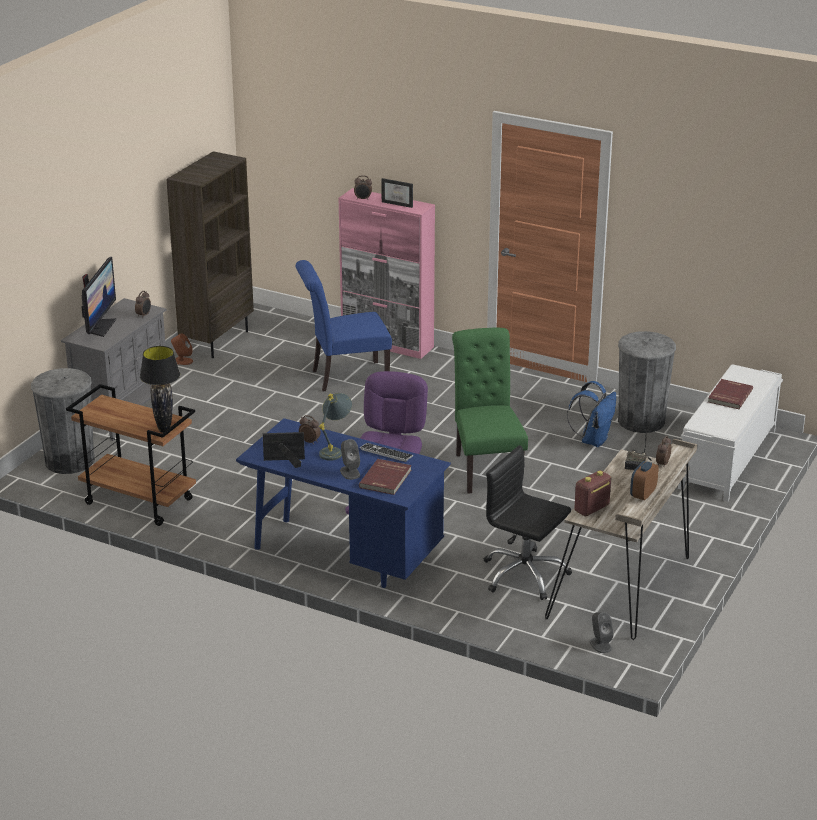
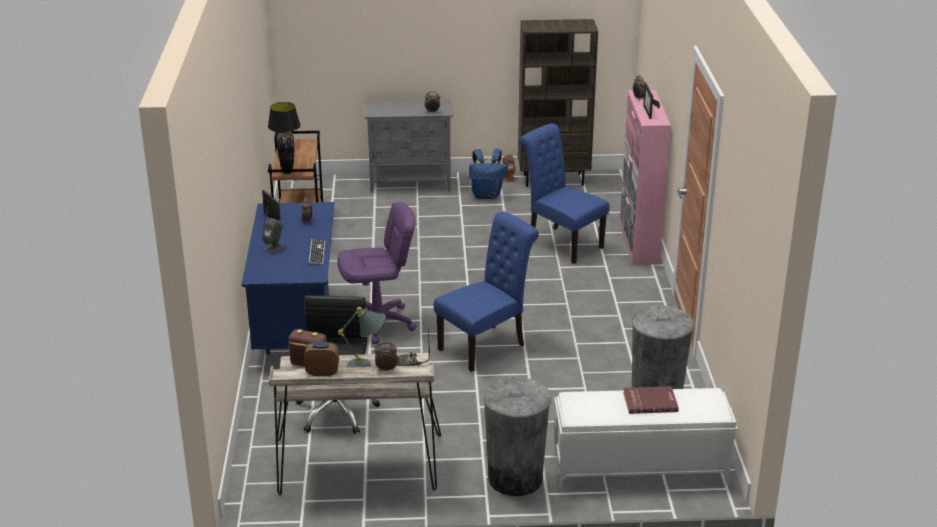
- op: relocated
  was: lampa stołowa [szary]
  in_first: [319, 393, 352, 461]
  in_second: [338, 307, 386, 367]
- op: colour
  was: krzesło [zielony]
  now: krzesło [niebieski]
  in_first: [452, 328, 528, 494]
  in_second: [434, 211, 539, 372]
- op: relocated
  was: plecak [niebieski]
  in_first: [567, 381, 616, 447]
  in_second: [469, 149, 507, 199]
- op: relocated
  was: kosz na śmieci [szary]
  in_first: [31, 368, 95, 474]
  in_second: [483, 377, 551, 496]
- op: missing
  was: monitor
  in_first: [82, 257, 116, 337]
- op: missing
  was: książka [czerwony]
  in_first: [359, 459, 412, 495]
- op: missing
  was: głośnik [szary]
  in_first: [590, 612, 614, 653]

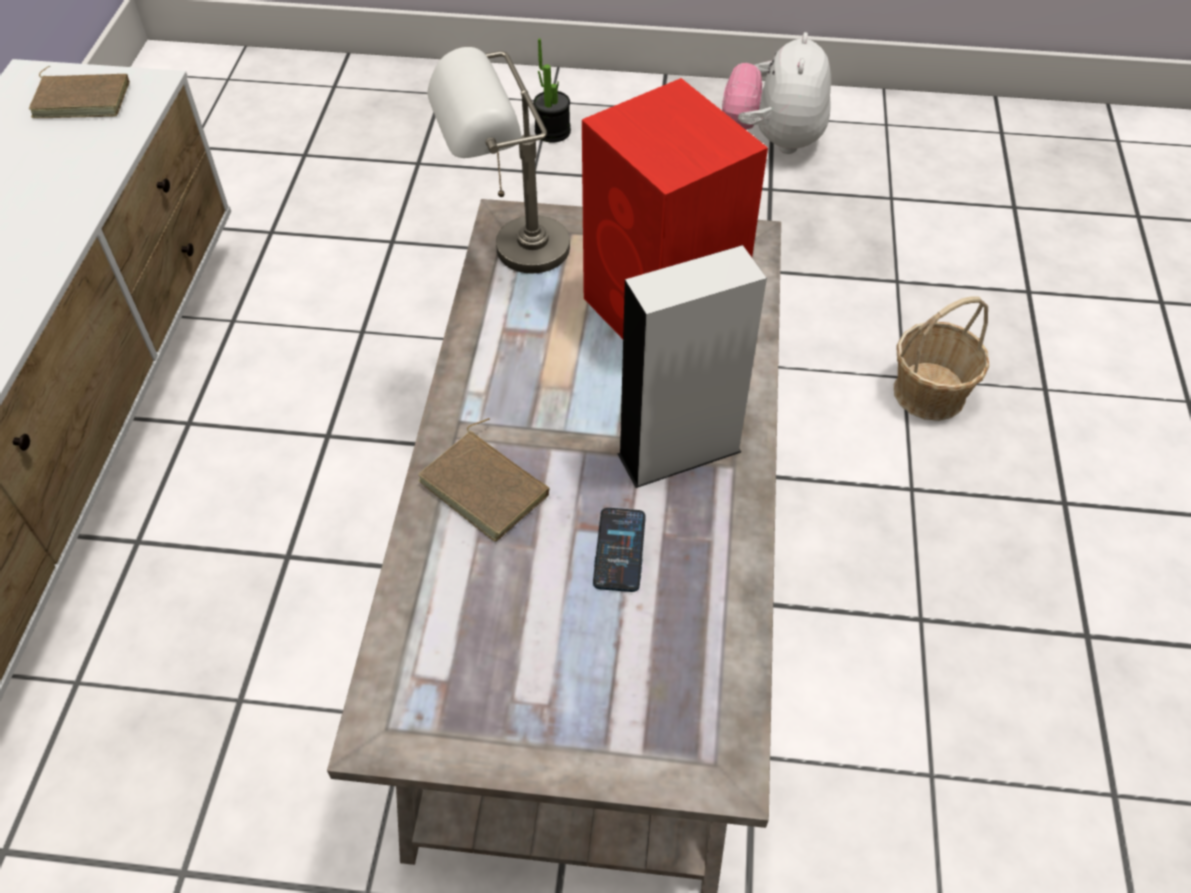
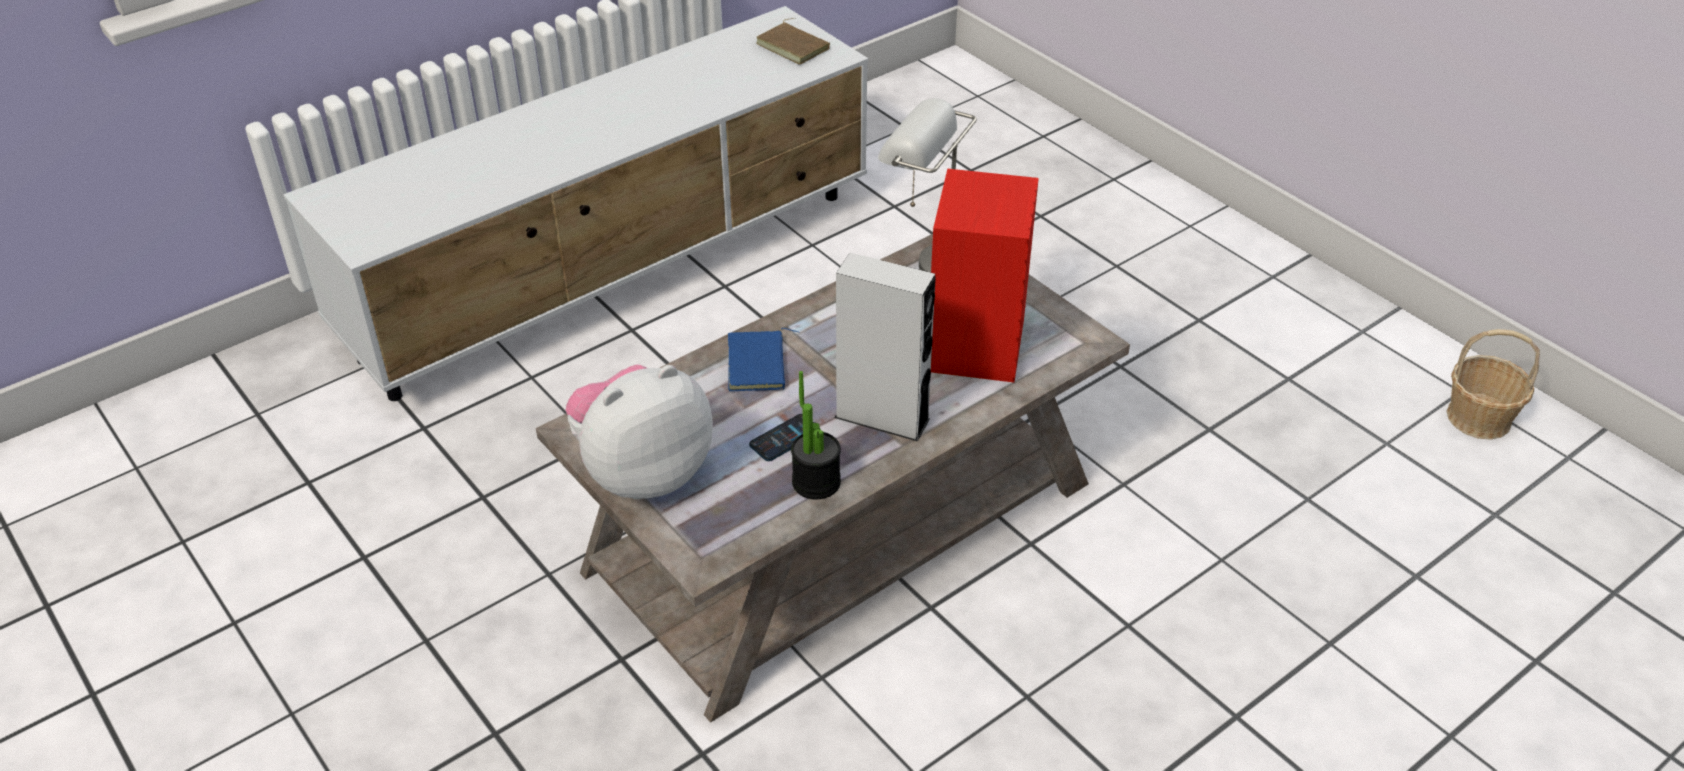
- op: relocated
  was: pluszak
  in_first: [722, 32, 831, 154]
  in_second: [566, 364, 713, 499]
- op: colour
  was: książka [brązowy]
  now: książka [niebieski]
  in_first: [418, 418, 550, 542]
  in_second: [728, 328, 799, 391]
- op: relocated
  was: roślina doniczkowa
  in_first: [533, 38, 571, 143]
  in_second: [791, 371, 841, 499]
- op: relocated
  was: koszyk
  in_first: [894, 297, 989, 421]
  in_second: [1446, 329, 1540, 440]

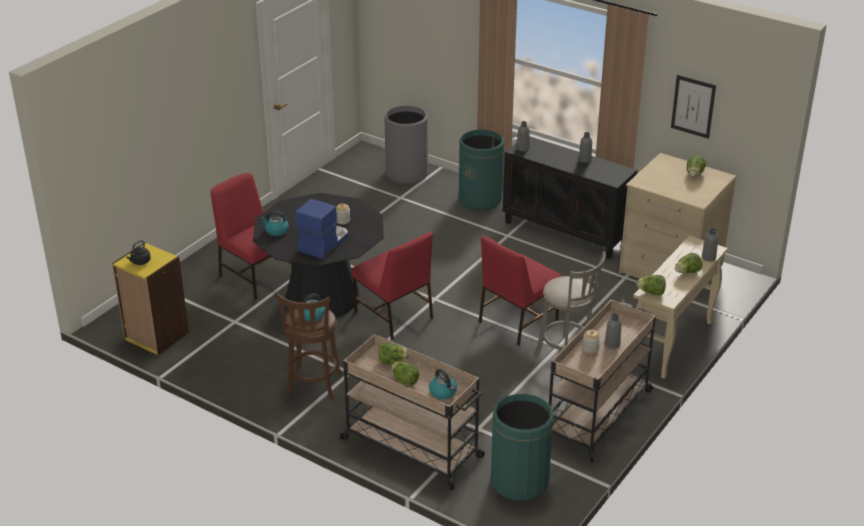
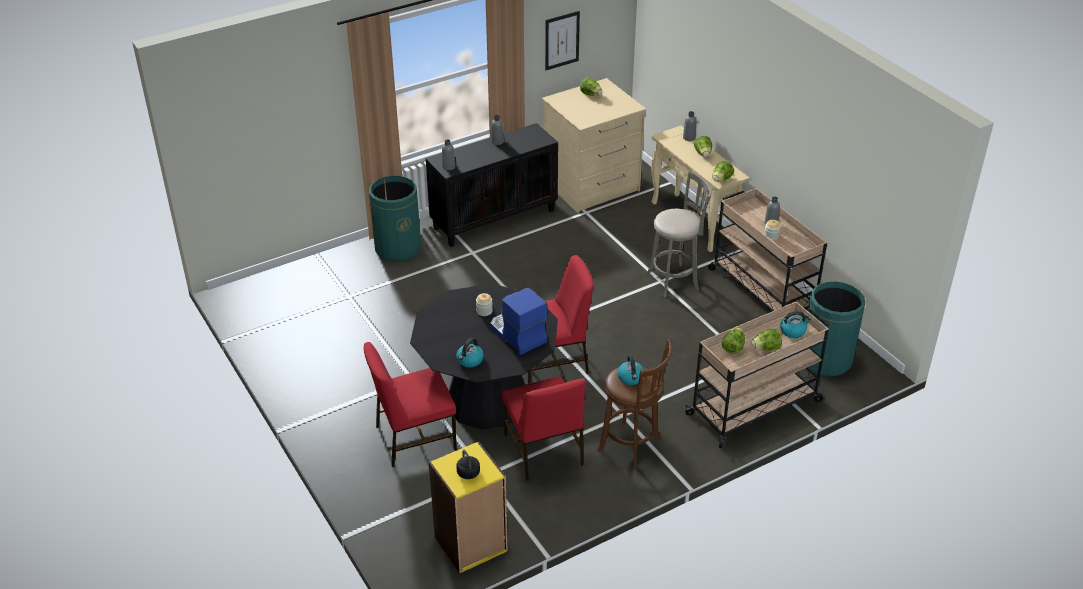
- op: relocated
  was: krzesło [czerwony]
  in_first: [479, 236, 562, 346]
  in_second: [502, 377, 585, 481]
- op: missing
  was: kosz na śmieci [szary]
  in_first: [384, 106, 428, 184]

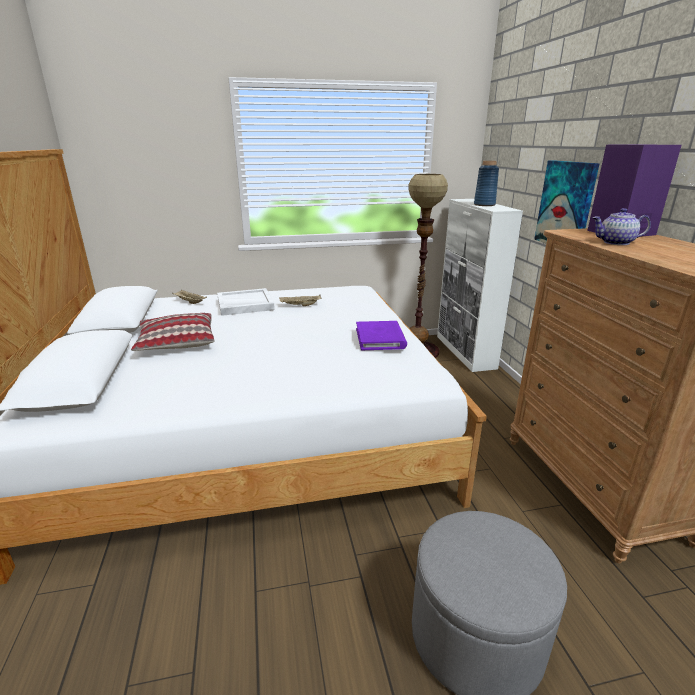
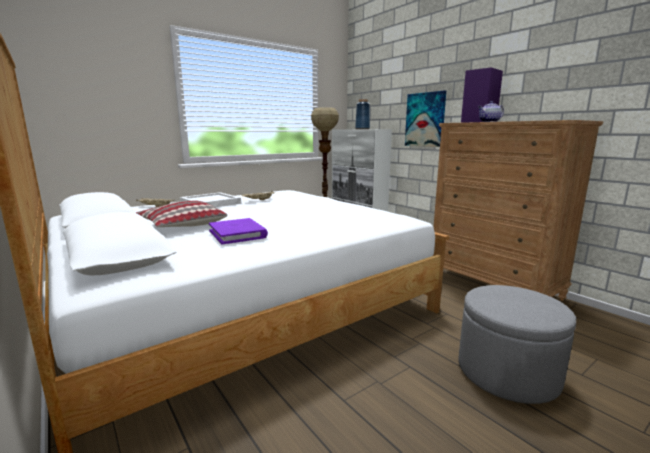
- op: relocated
  was: książka [fioletowy]
  in_first: [356, 321, 407, 350]
  in_second: [209, 218, 268, 244]

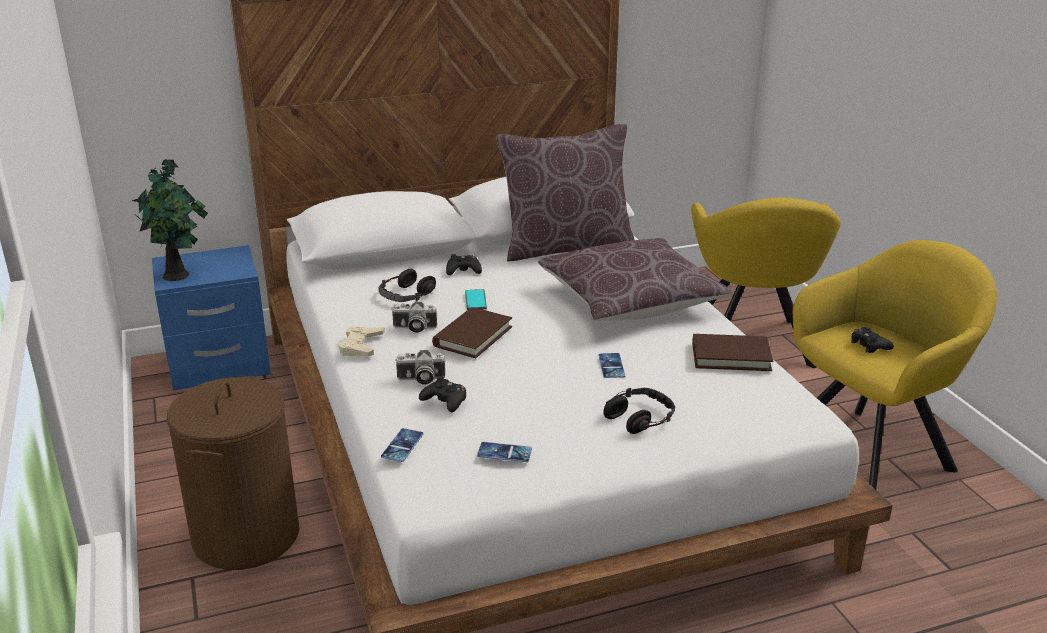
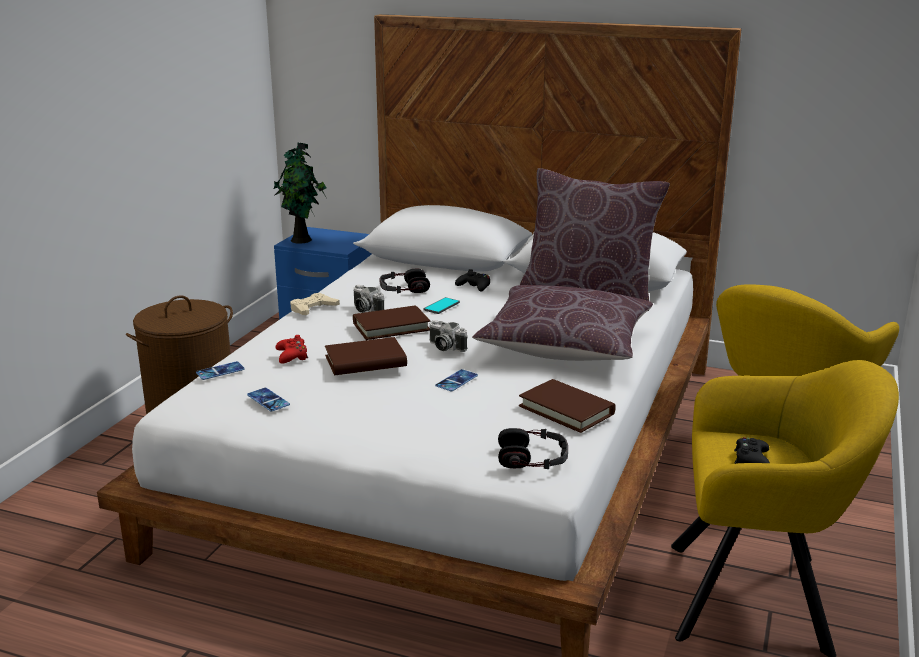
- op: colour
  was: pad do gier [czarny]
  now: pad do gier [czerwony]
  in_first: [419, 376, 466, 412]
  in_second: [275, 335, 308, 364]
- op: appeared
  now: książka [brązowy]
  in_second: [325, 337, 407, 375]
- op: relocated
  was: aparat fotograficzny
  in_first: [395, 350, 445, 385]
  in_second: [430, 320, 467, 352]
- op: relocated
  was: słuchawki
  in_first: [603, 388, 675, 434]
  in_second: [498, 428, 568, 469]

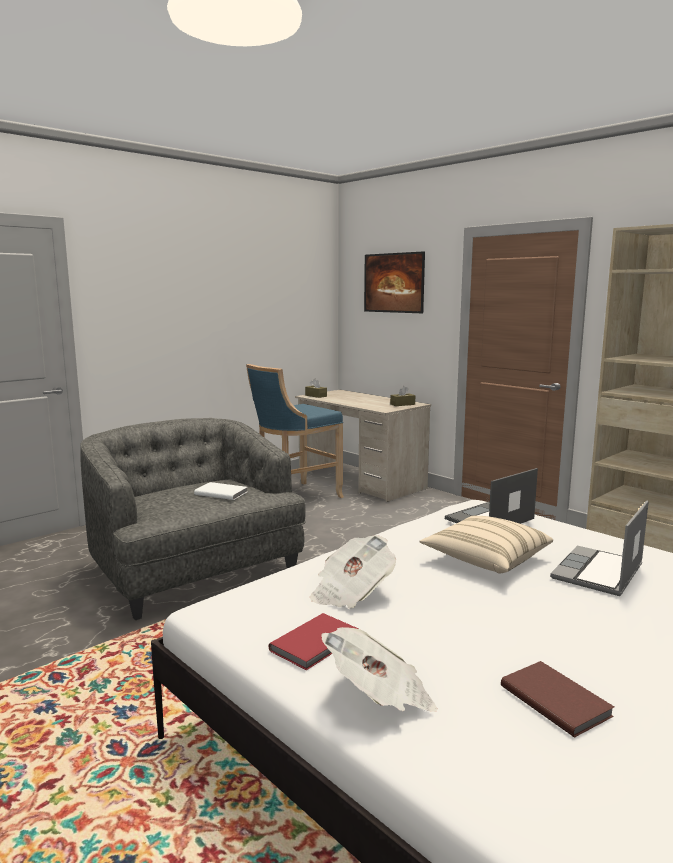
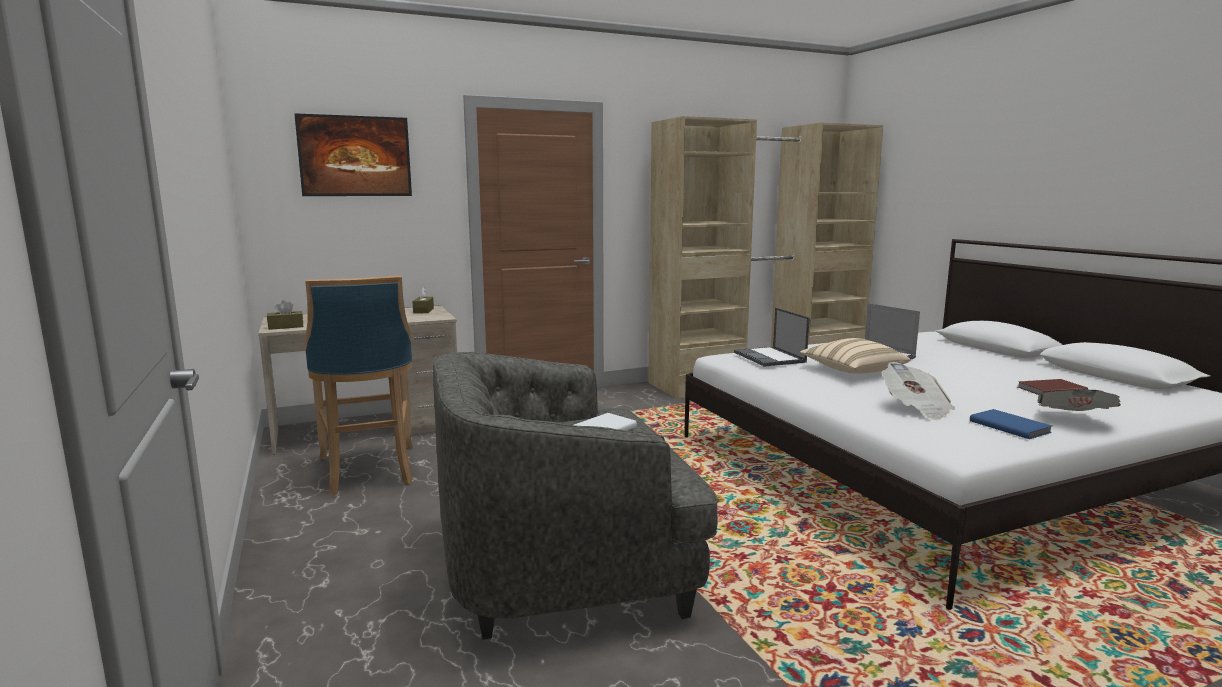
- op: colour
  was: książka [czerwony]
  now: książka [niebieski]
  in_first: [269, 613, 359, 670]
  in_second: [970, 409, 1052, 439]

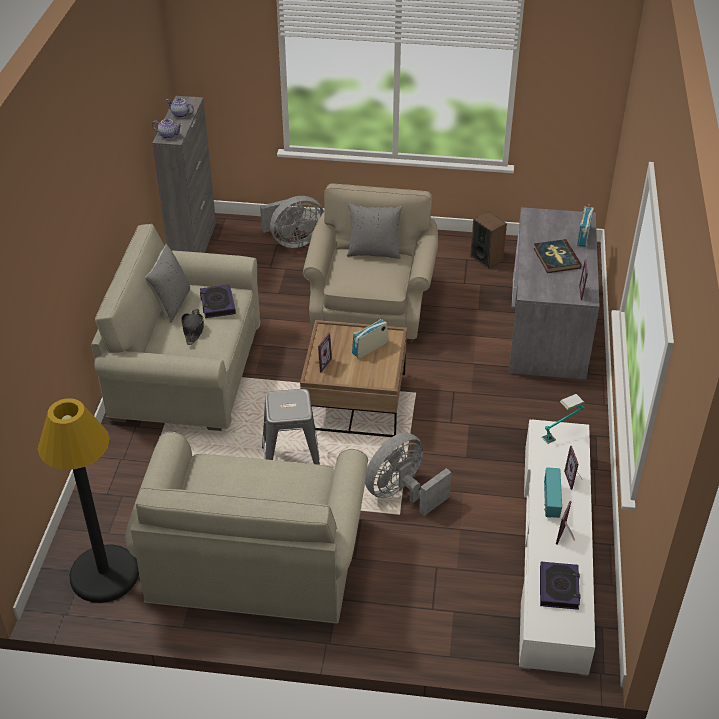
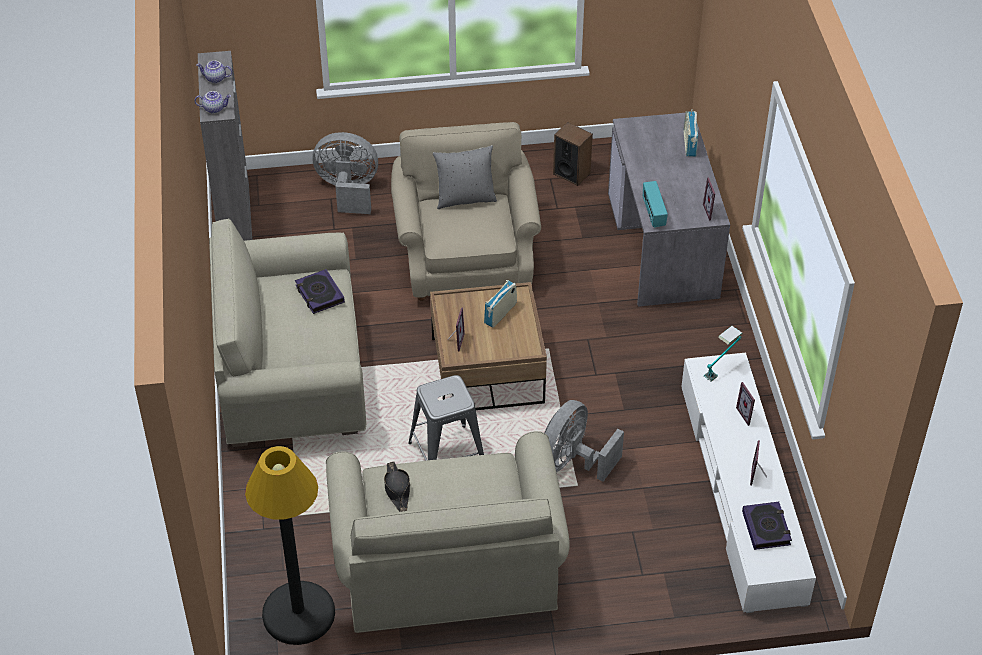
- op: spun
  was: wentylator [szary]
  in_first: [260, 196, 324, 248]
  in_second: [312, 132, 378, 214]
  clockwise: -135
- op: relocated
  was: kapelusz [czarny]
  in_first: [181, 309, 204, 345]
  in_second: [384, 462, 410, 512]
- op: relocated
  was: radio
  in_first: [544, 467, 562, 518]
  in_second: [643, 181, 668, 228]
- op: missing
  was: poduszka [szary]
  in_first: [145, 244, 190, 323]
- op: missing
  was: książka
  in_first: [533, 239, 582, 273]

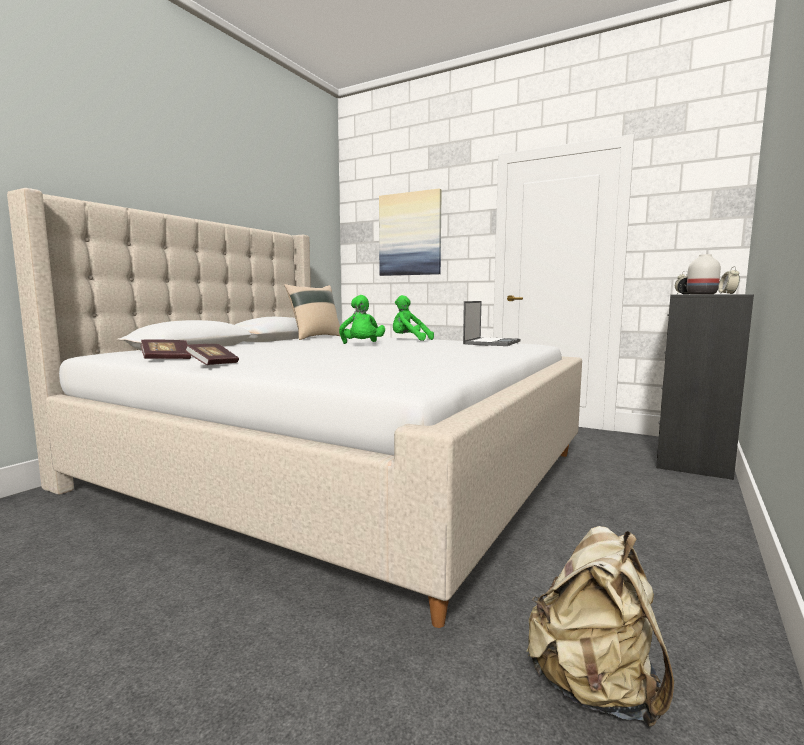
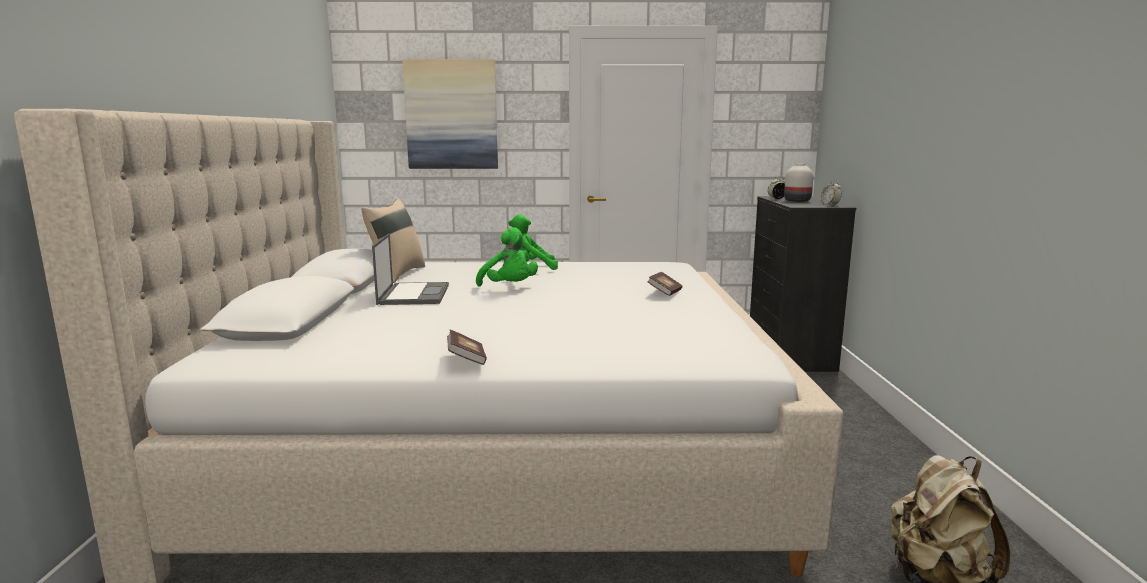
- op: relocated
  was: laptop
  in_first: [463, 301, 521, 346]
  in_second: [372, 233, 449, 305]
- op: relocated
  was: książka
  in_first: [140, 340, 191, 359]
  in_second: [647, 272, 683, 296]

